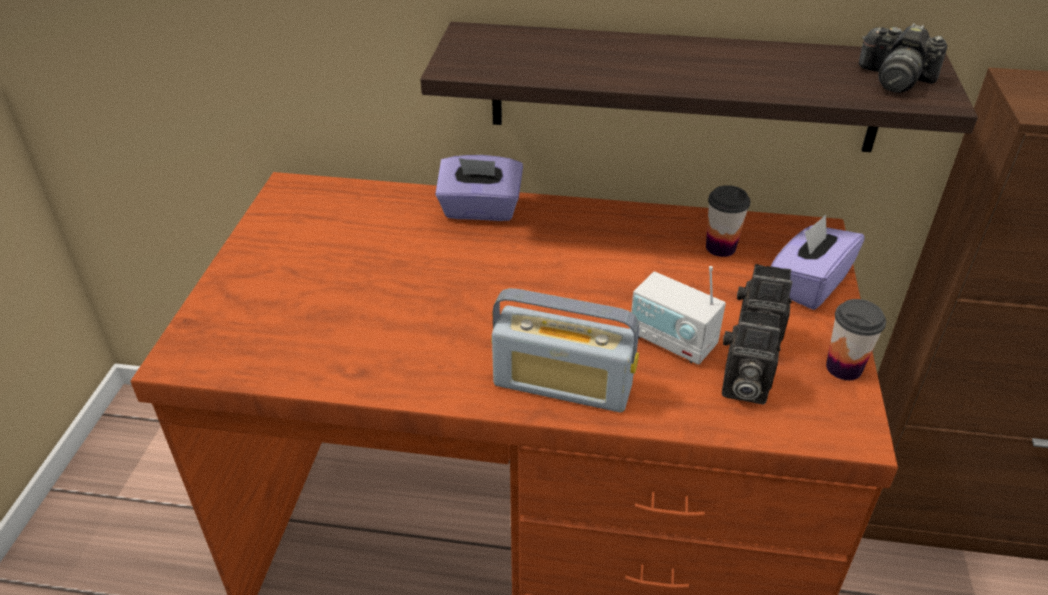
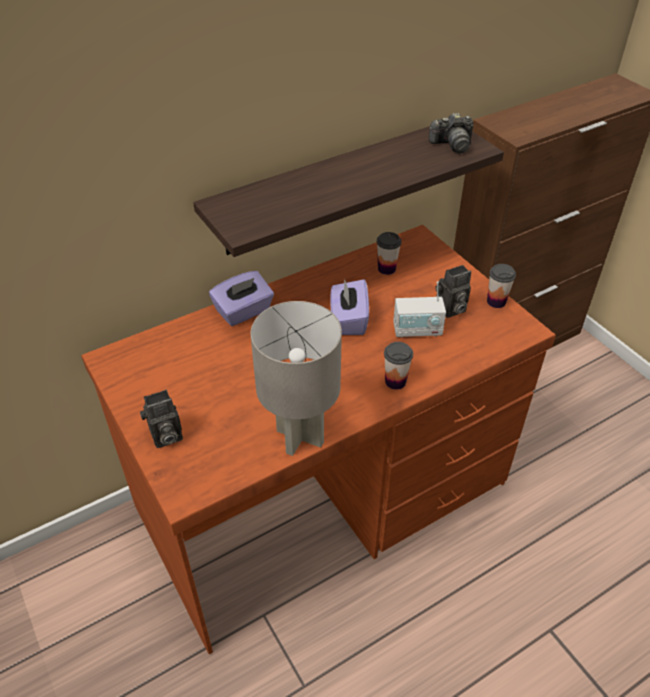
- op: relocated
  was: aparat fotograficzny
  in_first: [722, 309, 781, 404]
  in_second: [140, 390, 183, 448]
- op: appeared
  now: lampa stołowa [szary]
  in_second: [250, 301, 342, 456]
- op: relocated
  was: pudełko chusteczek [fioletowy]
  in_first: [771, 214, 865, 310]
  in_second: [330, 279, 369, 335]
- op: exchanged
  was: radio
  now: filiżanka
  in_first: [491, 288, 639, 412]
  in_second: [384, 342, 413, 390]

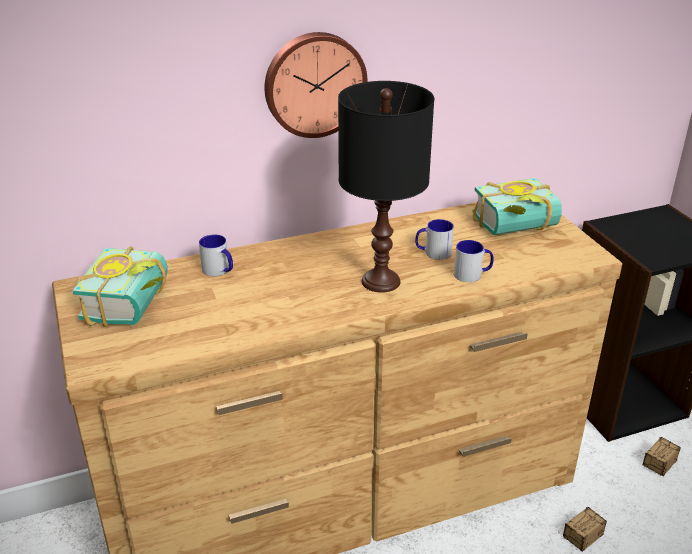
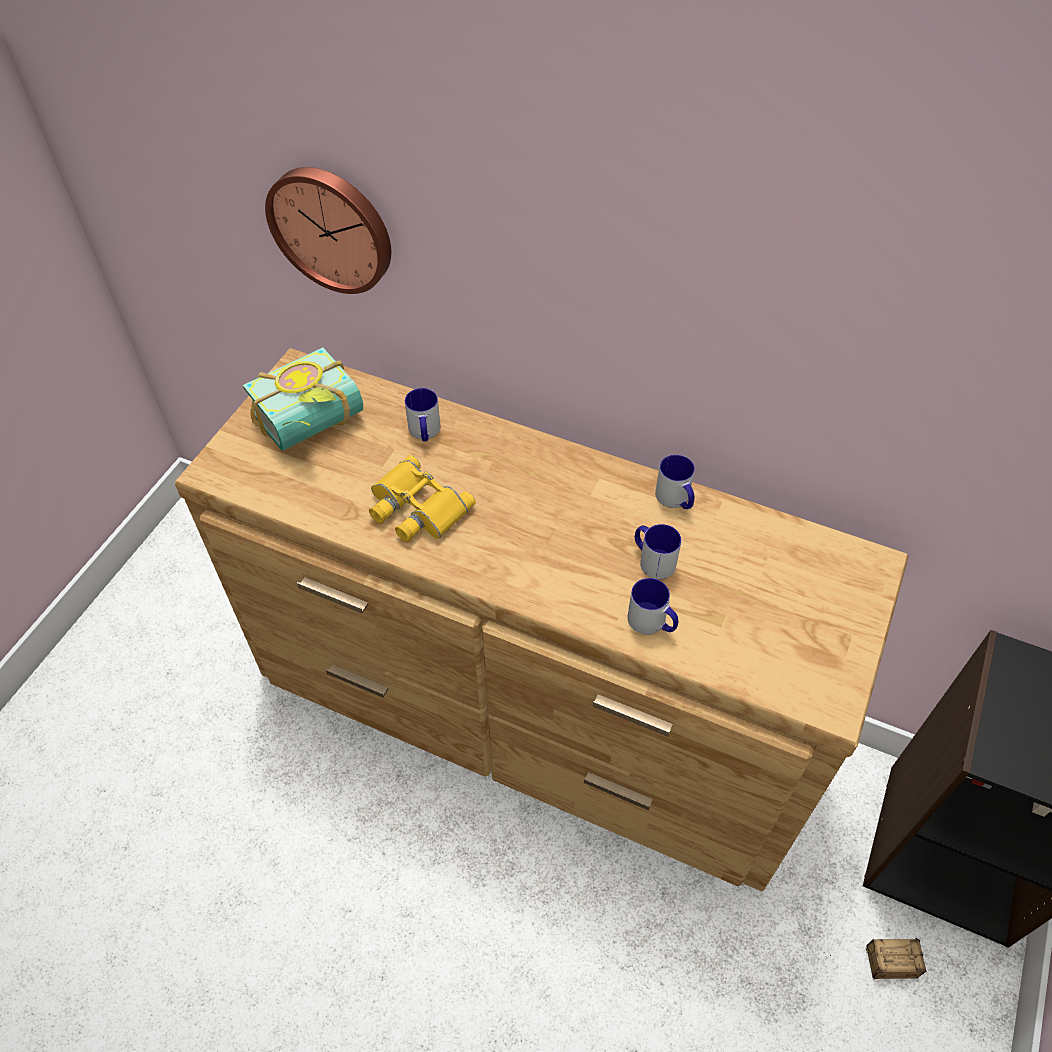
- op: relocated
  was: zegar ścienny
  in_first: [264, 32, 368, 138]
  in_second: [265, 167, 391, 294]
- op: appeared
  now: lornetka [żółty]
  in_second: [369, 455, 476, 542]
- op: appeared
  now: kubek
  in_second: [655, 455, 695, 509]
- op: missing
  was: lampa stołowa [czarny]
  in_first: [338, 81, 434, 293]
- op: missing
  was: książka
  in_first: [472, 178, 562, 235]
- op: missing
  was: pojemnik do przechowywania
  in_first: [563, 507, 607, 551]

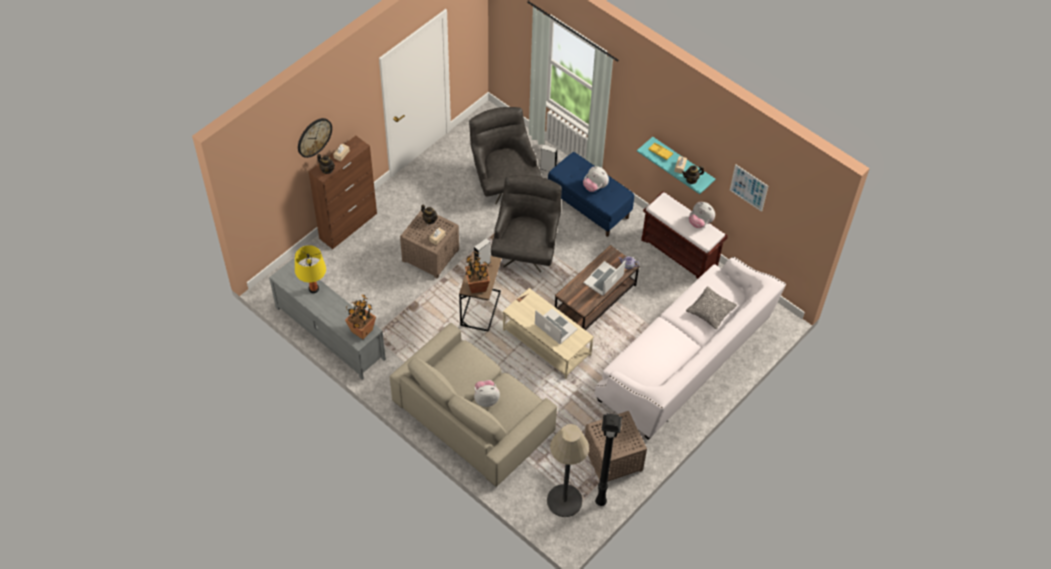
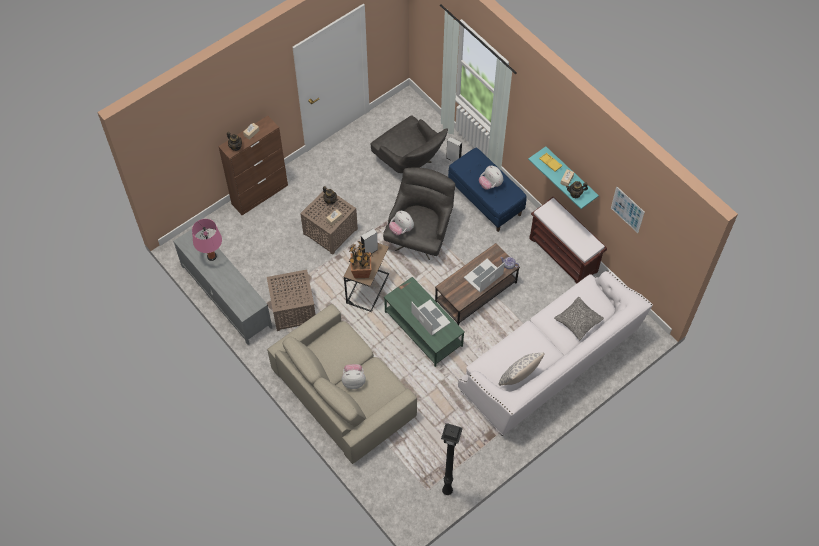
- op: colour
  was: lampa stołowa [żółty]
  now: lampa stołowa [różowy]
  in_first: [295, 245, 326, 293]
  in_second: [192, 219, 222, 261]
- op: relocated
  was: stolik [brązowy]
  in_first: [585, 411, 647, 482]
  in_second: [267, 270, 315, 331]
- op: spun
  was: fotel [szary]
  in_first: [469, 107, 542, 204]
  in_second: [371, 115, 448, 173]
  clockwise: 150
- op: colour
  was: ława [beżowy]
  now: ława [zielony]
  in_first: [503, 288, 594, 379]
  in_second: [384, 277, 465, 367]
- op: relocated
  was: pluszak
  in_first: [689, 202, 715, 228]
  in_second: [389, 211, 414, 235]
- op: appeared
  now: poduszka
  in_second: [499, 352, 545, 386]
- op: missing
  was: zegar ścienny
  in_first: [298, 118, 332, 158]
- op: missing
  was: roślina doniczkowa
  in_first: [345, 294, 376, 339]
- op: missing
  was: lampa stojąca
  in_first: [547, 424, 589, 517]

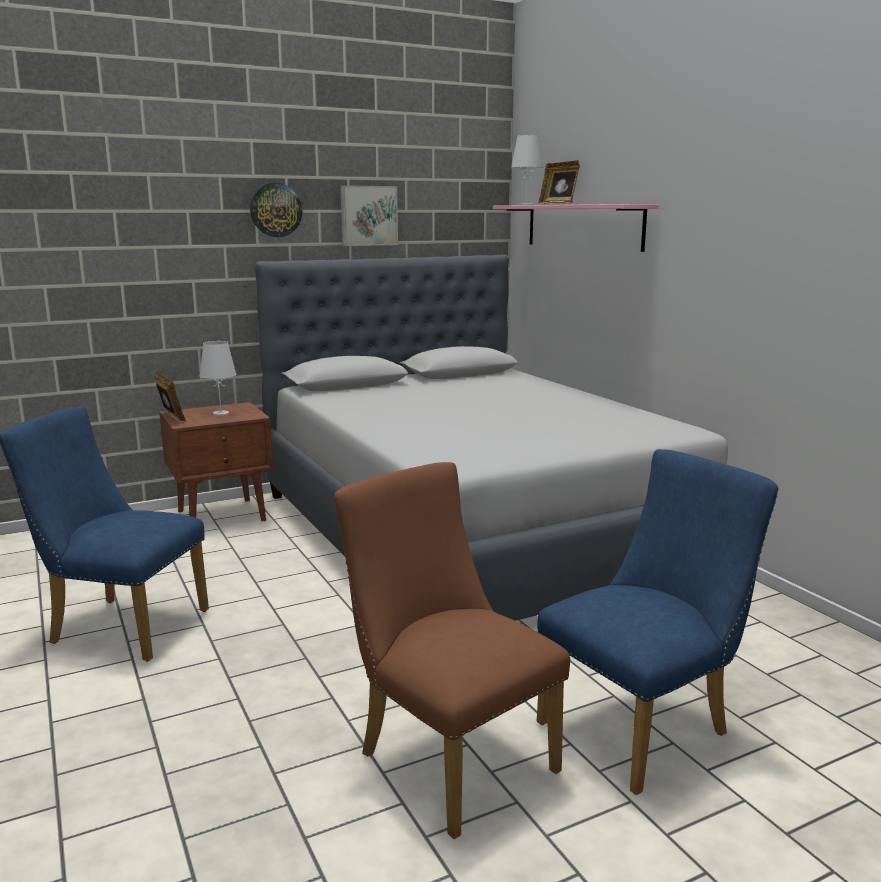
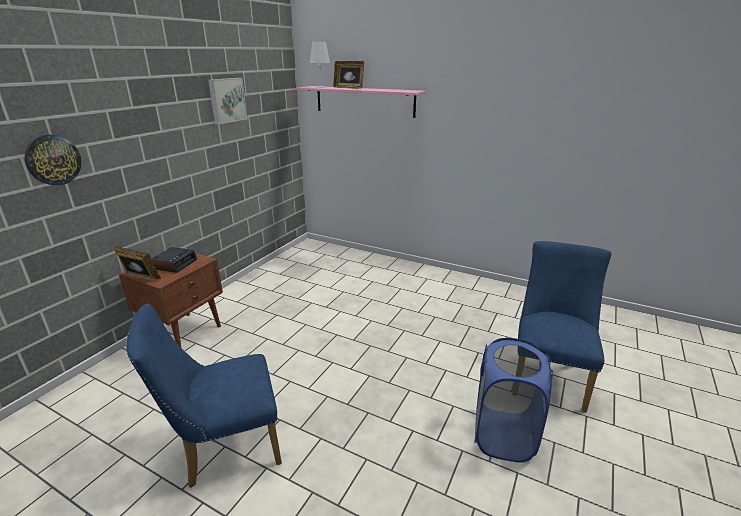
- op: relocated
  was: zegar ścienny
  in_first: [250, 183, 302, 237]
  in_second: [25, 134, 81, 185]
- op: exchanged
  was: lampa stołowa [biały]
  now: budzik
  in_first: [199, 341, 237, 416]
  in_second: [152, 247, 197, 273]
- op: exchanged
  was: krzesło [brązowy]
  now: kosz na pranie [niebieski]
  in_first: [334, 462, 570, 839]
  in_second: [475, 338, 553, 463]
- op: missing
  was: łóżko [szary]
  in_first: [255, 255, 728, 621]

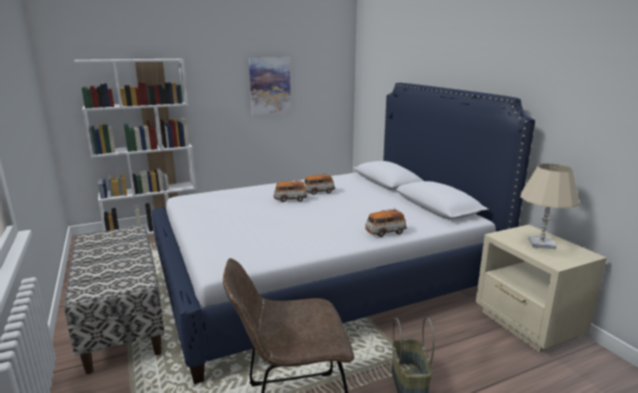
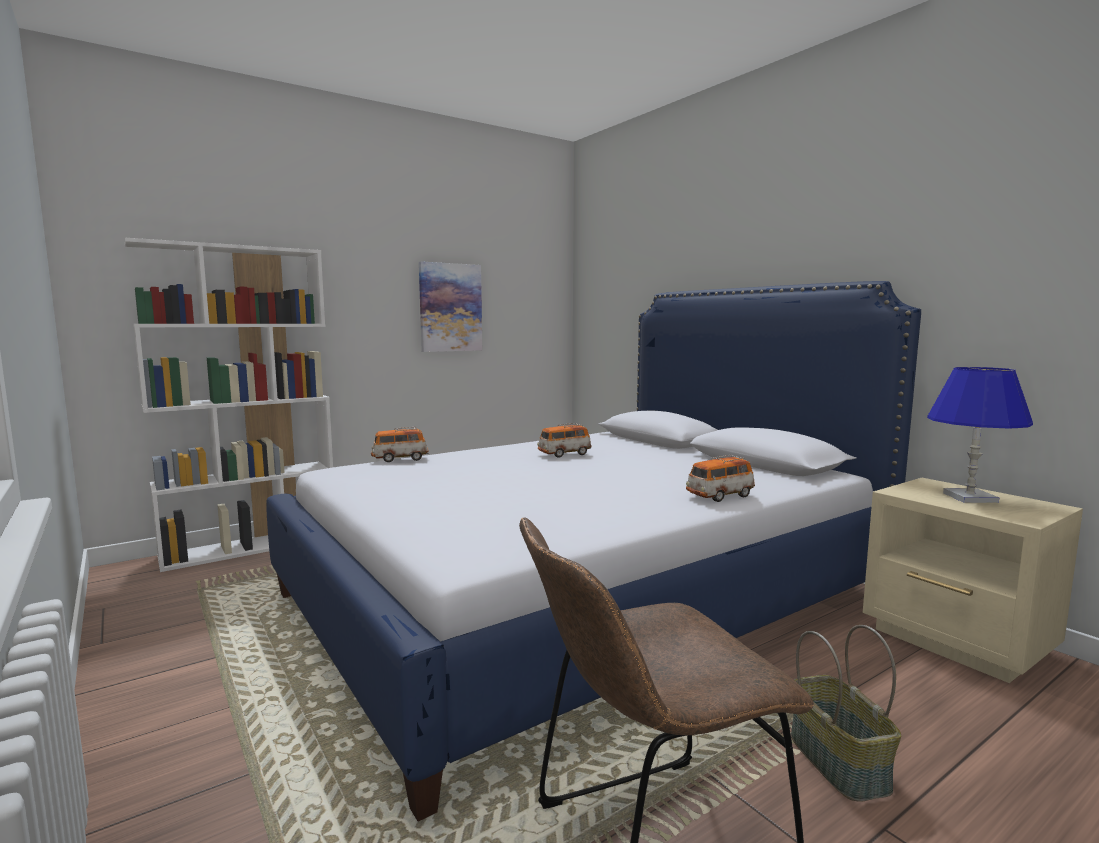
- op: relocated
  was: samochodzik
  in_first: [274, 180, 308, 202]
  in_second: [371, 427, 429, 462]
- op: colour
  was: lampa stołowa [beżowy]
  now: lampa stołowa [niebieski]
  in_first: [520, 163, 580, 249]
  in_second: [927, 367, 1033, 503]
- op: missing
  was: ławka
  in_first: [64, 226, 165, 374]

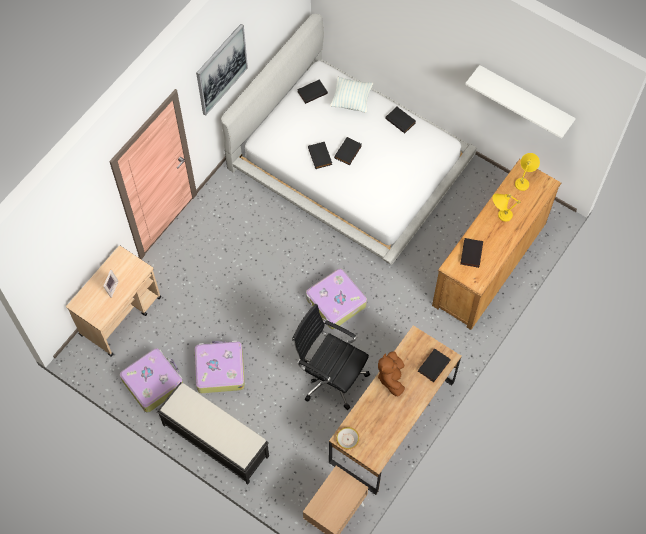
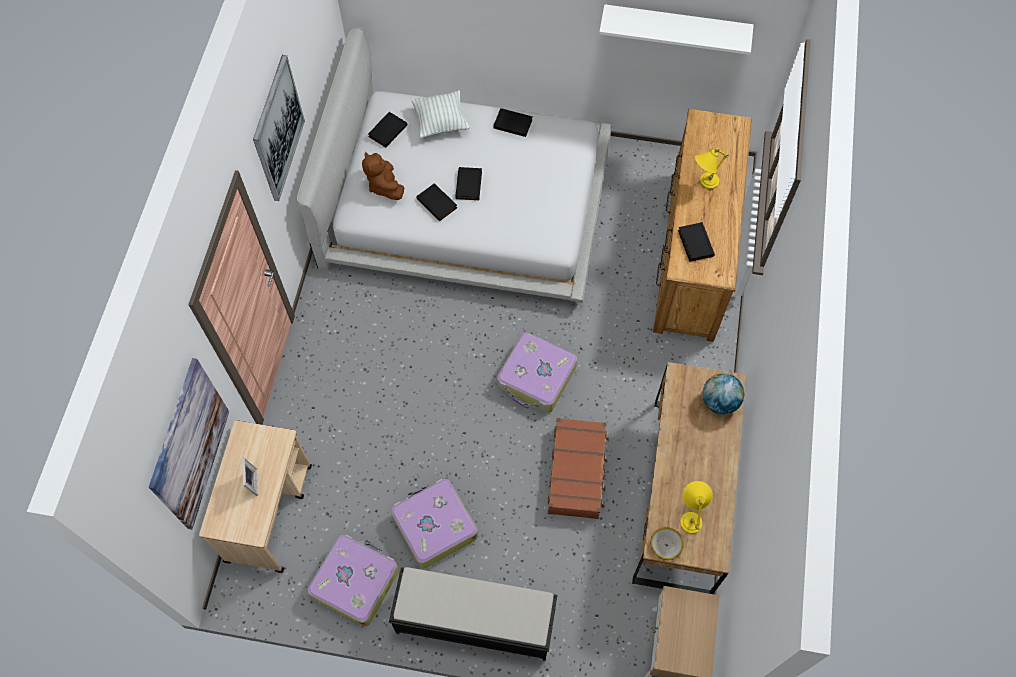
- op: appeared
  now: obraz
  in_second: [149, 358, 229, 530]
- op: relocated
  was: pluszak [brązowy]
  in_first: [378, 351, 405, 396]
  in_second: [362, 152, 404, 200]
- op: exchanged
  was: krzesło biurowe [czarny]
  now: walizka [brązowy]
  in_first: [292, 304, 370, 410]
  in_second: [548, 418, 609, 519]
- op: relocated
  was: lampa stołowa [żółty]
  in_first: [515, 153, 540, 191]
  in_second: [680, 481, 713, 534]
- op: exchanged
  was: książka [czarny]
  now: globus
  in_first: [418, 349, 451, 382]
  in_second: [703, 373, 744, 414]

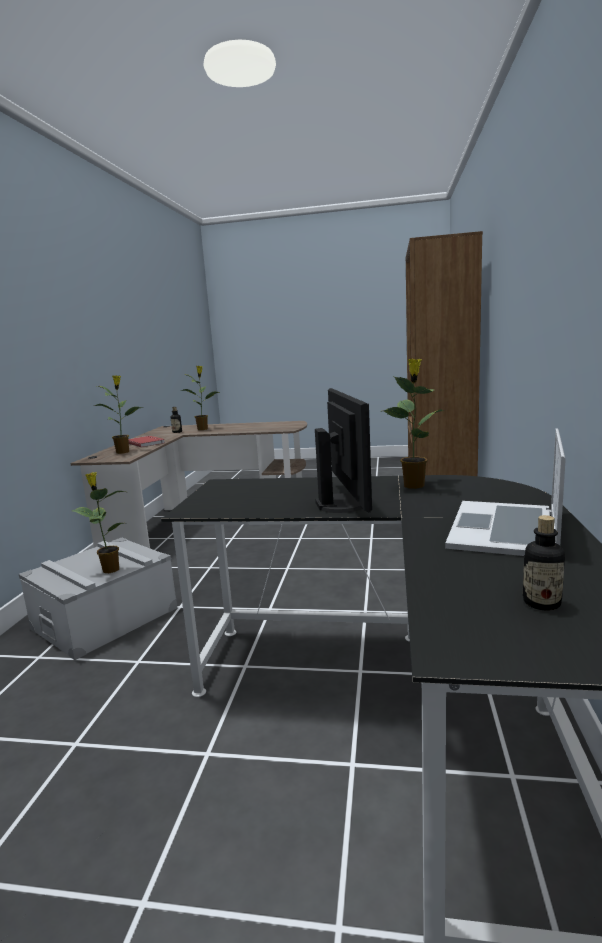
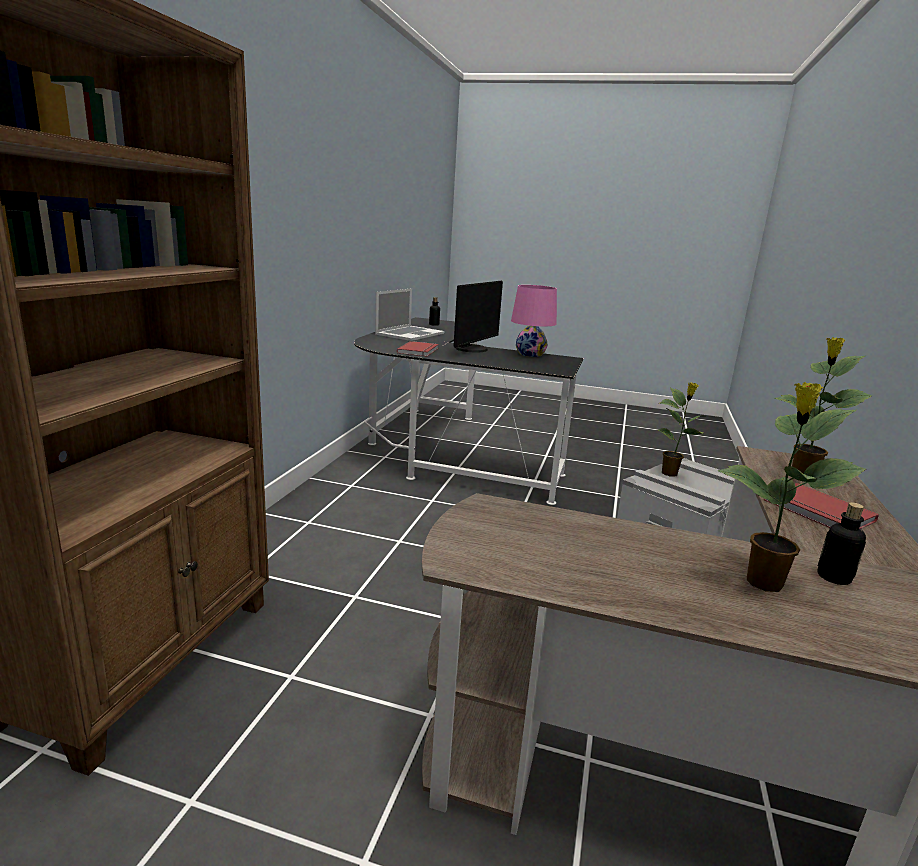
- op: exchanged
  was: roślina doniczkowa
  now: książka [czerwony]
  in_first: [381, 359, 445, 489]
  in_second: [397, 341, 439, 356]
- op: spun
  was: monitor
  in_first: [315, 388, 372, 513]
  in_second: [454, 281, 503, 353]
  clockwise: -150
- op: appeared
  now: lampa stołowa [różowy]
  in_second: [511, 285, 557, 357]

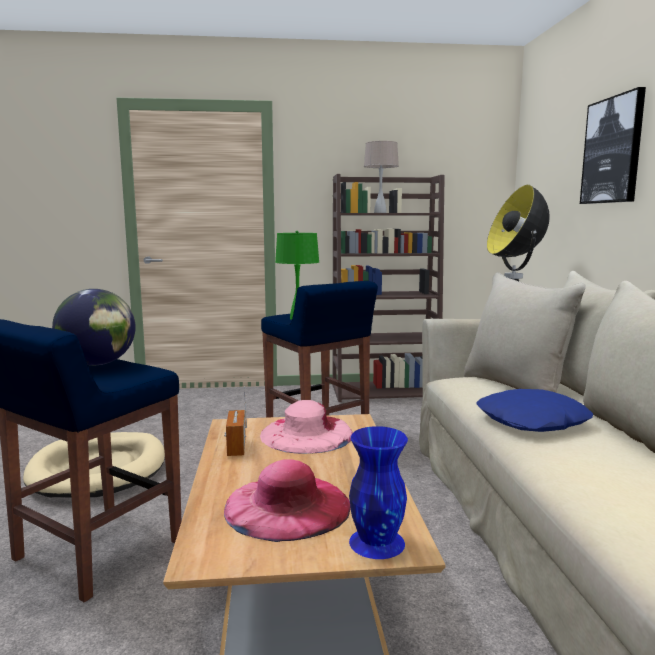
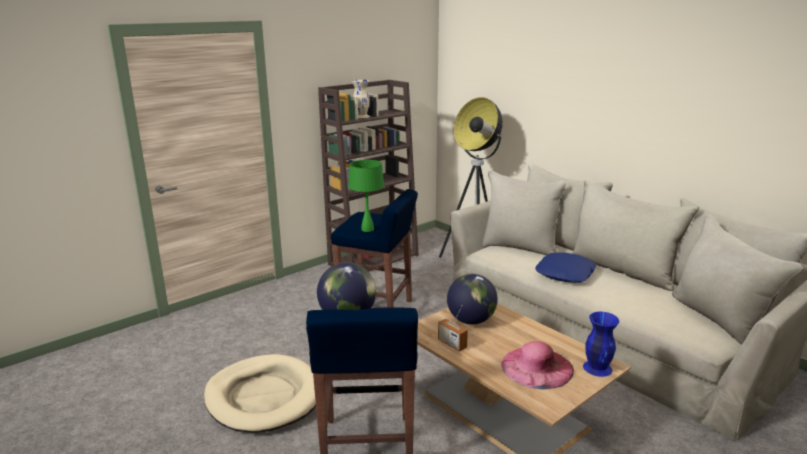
- op: exchanged
  was: lampa stołowa [beżowy]
  now: wazon [beżowy]
  in_first: [364, 141, 399, 213]
  in_second: [352, 80, 370, 118]
- op: exchanged
  was: kapelusz [różowy]
  now: globus
  in_first: [260, 400, 353, 454]
  in_second: [447, 274, 498, 324]
- op: missing
  was: obraz
  in_first: [580, 87, 646, 204]

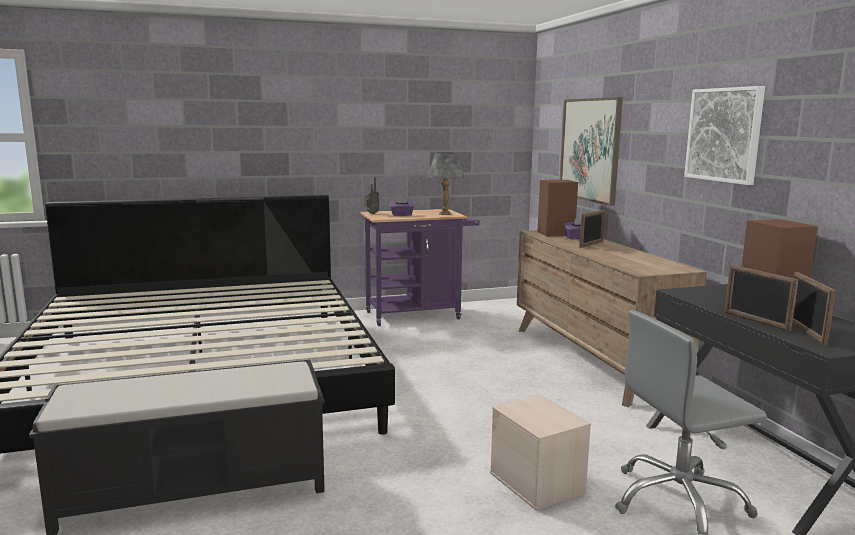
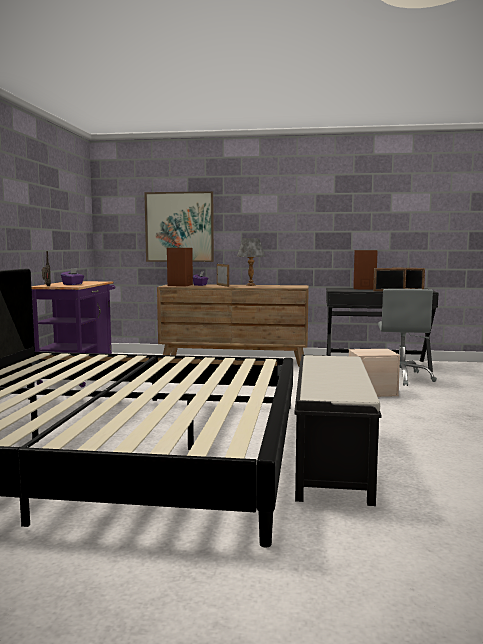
- op: relocated
  was: lampa stołowa [szary]
  in_first: [427, 153, 464, 215]
  in_second: [237, 238, 266, 286]
- op: missing
  was: obraz
  in_first: [684, 86, 765, 185]

